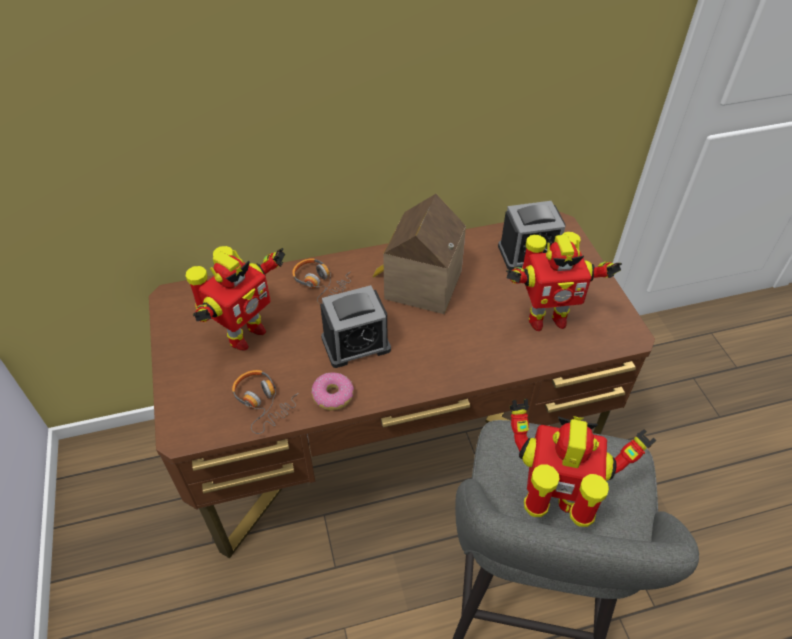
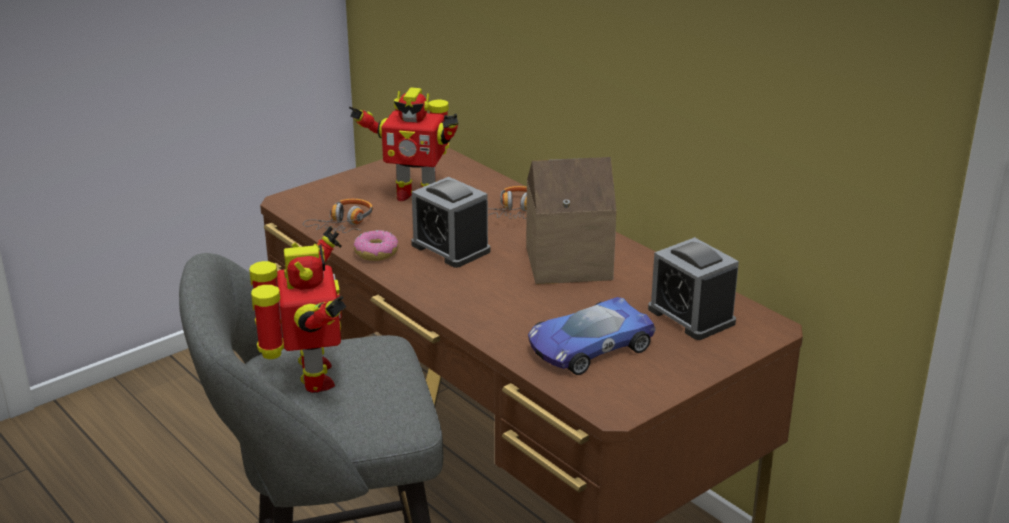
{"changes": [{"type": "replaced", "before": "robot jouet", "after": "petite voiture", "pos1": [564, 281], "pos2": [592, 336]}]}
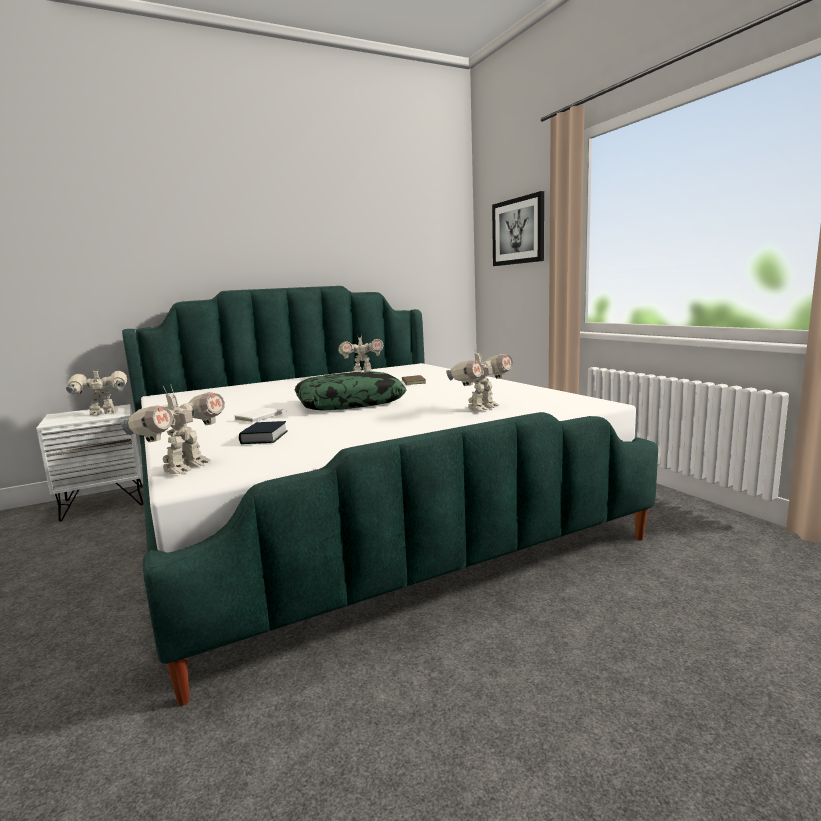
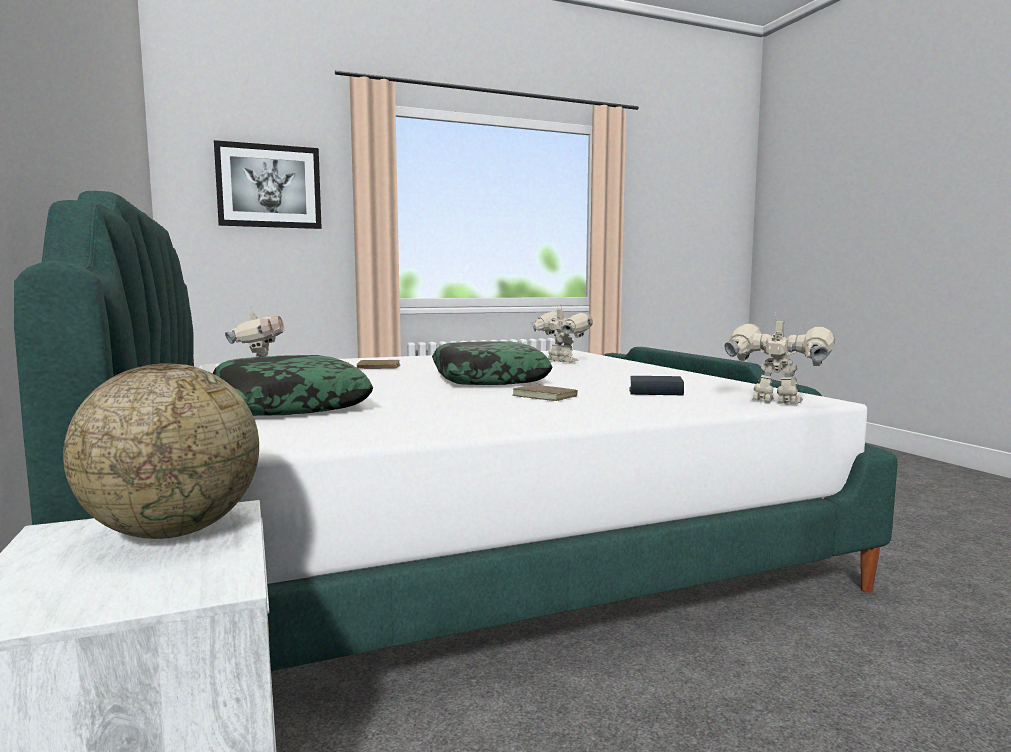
{"changes": [{"type": "added", "after": "coussin", "pos2": [292, 385]}, {"type": "replaced", "before": "robot jouet", "after": "globe", "pos1": [96, 390], "pos2": [161, 451]}, {"type": "recoloured", "before": "livre/blanc", "after": "livre/marron", "pos1": [260, 415], "pos2": [545, 392]}]}
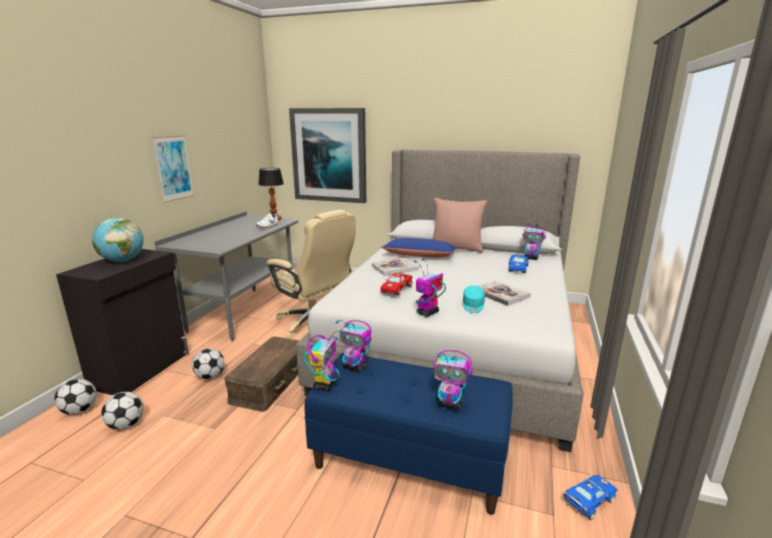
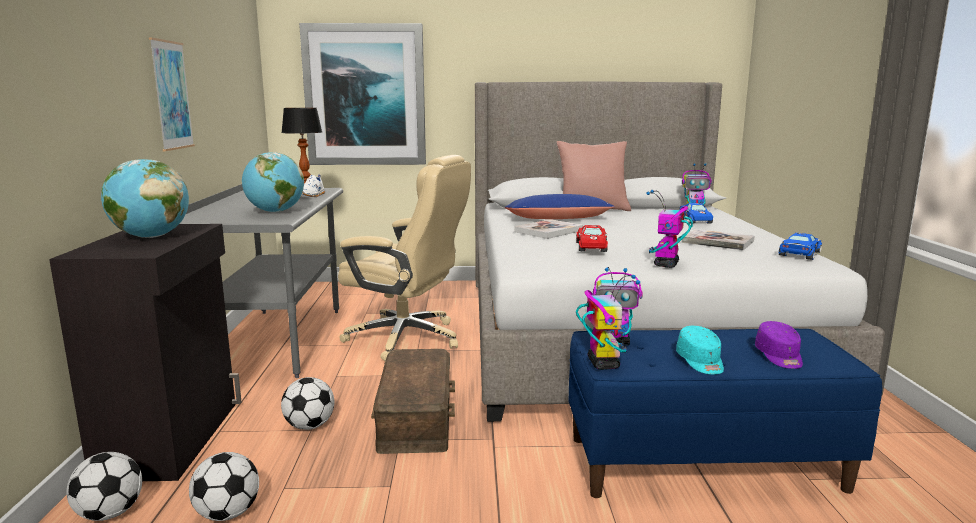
{"changes": [{"type": "added", "after": "globe", "pos2": [273, 182]}, {"type": "moved", "before": "casquette/turquoise", "pos1": [474, 299], "pos2": [700, 350]}, {"type": "moved", "before": "petite voiture/bleu", "pos1": [590, 497], "pos2": [800, 246]}, {"type": "replaced", "before": "robot jouet", "after": "casquette/violet", "pos1": [452, 380], "pos2": [779, 345]}]}
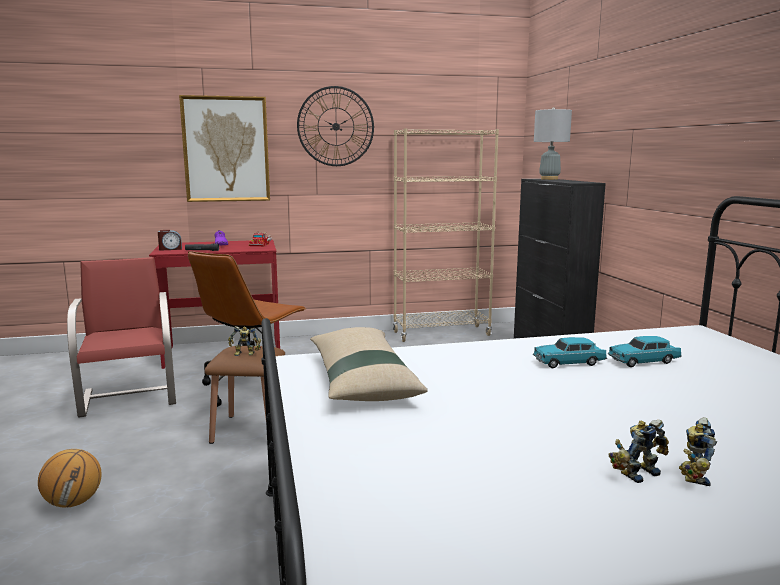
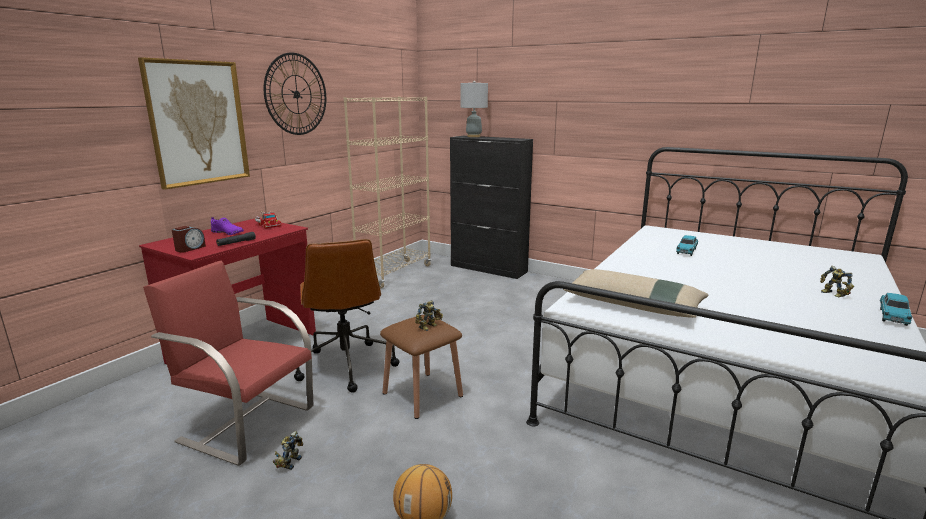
{"changes": [{"type": "moved", "before": "petite voiture/turquoise", "pos1": [570, 352], "pos2": [896, 309]}, {"type": "moved", "before": "robot jouet", "pos1": [638, 451], "pos2": [288, 450]}]}
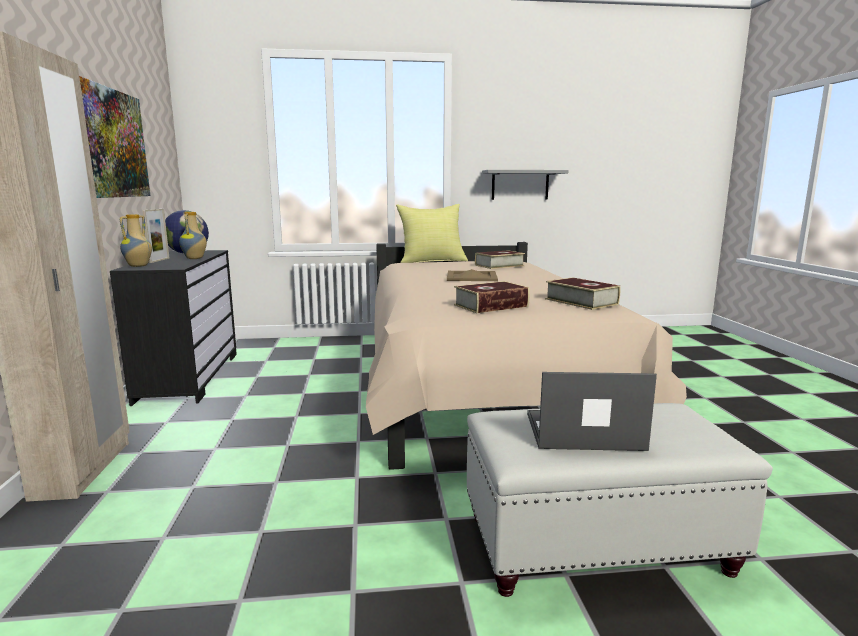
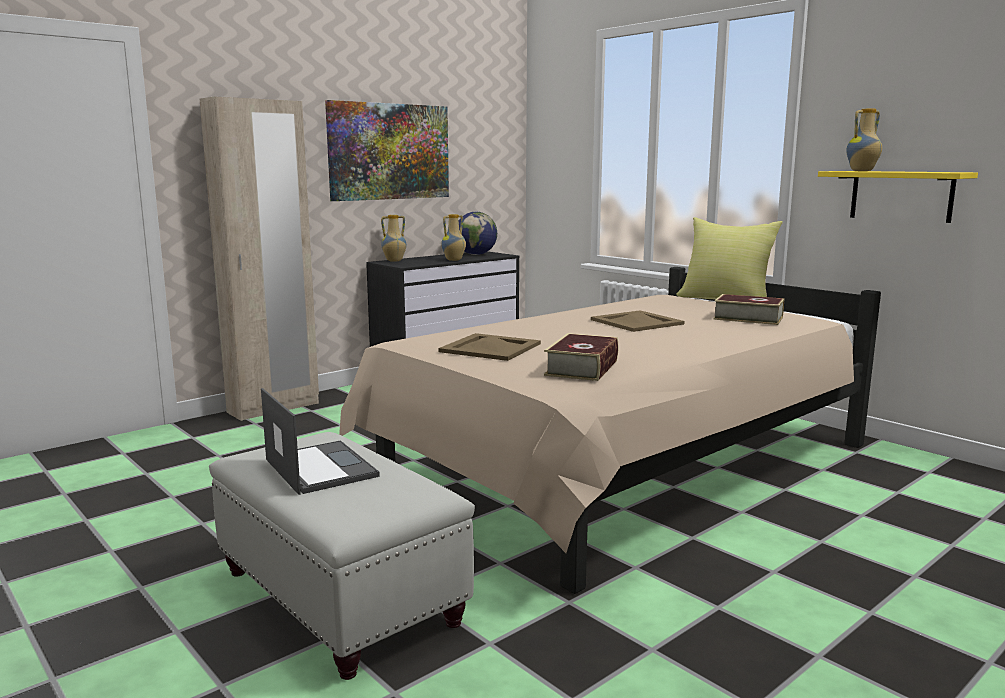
{"changes": [{"type": "removed", "before": "cadre photo", "pos1": [155, 236]}, {"type": "added", "after": "vase", "pos2": [864, 140]}, {"type": "replaced", "before": "livre", "after": "plateau/beige", "pos1": [492, 297], "pos2": [489, 347]}, {"type": "recoloured", "before": "étagère/gris", "after": "étagère/jaune", "pos1": [525, 185], "pos2": [898, 197]}]}
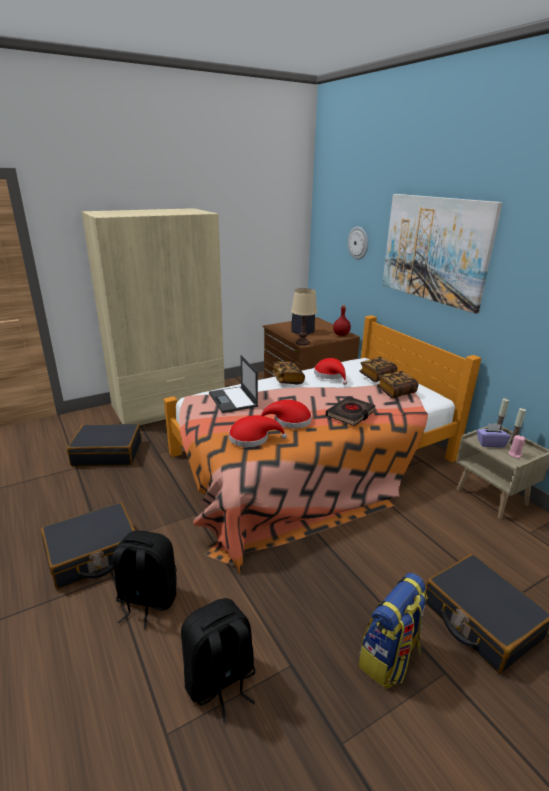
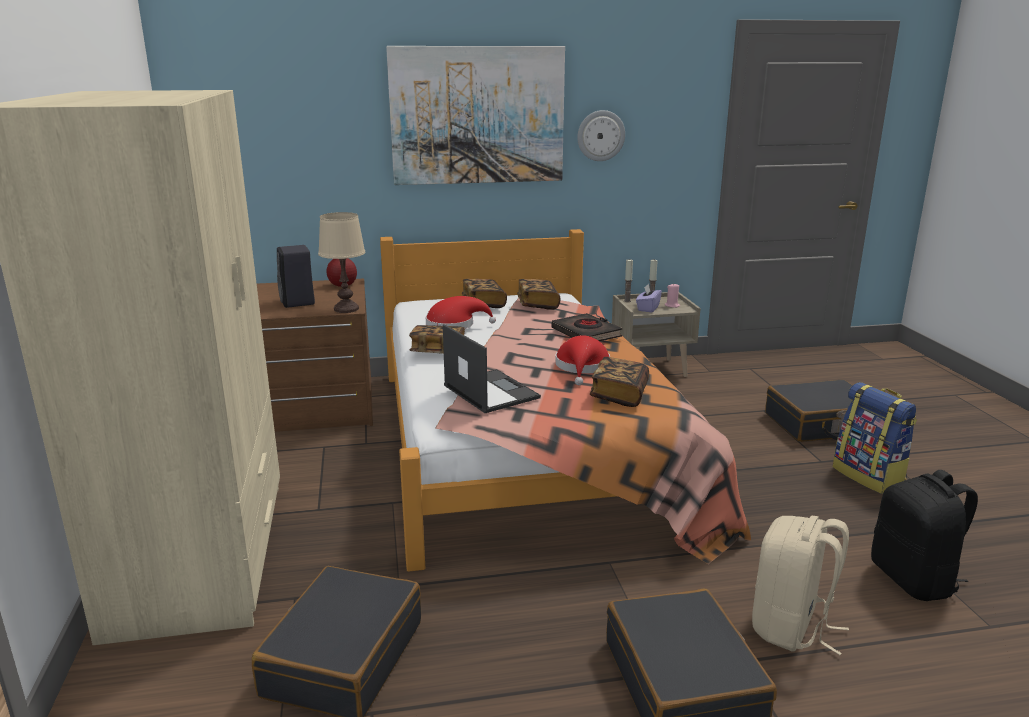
{"changes": [{"type": "moved", "before": "horloge murale", "pos1": [358, 243], "pos2": [601, 135]}, {"type": "replaced", "before": "chapeau/rouge", "after": "livre", "pos1": [258, 431], "pos2": [619, 382]}, {"type": "recoloured", "before": "sac à dos/noir", "after": "sac à dos/beige", "pos1": [144, 579], "pos2": [800, 585]}, {"type": "turned", "before": "ordinateur portable", "pos1": [233, 384], "pos2": [492, 368], "turn": -120}]}
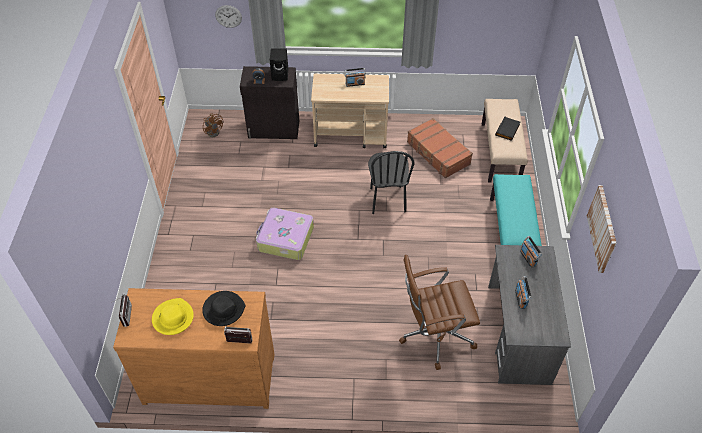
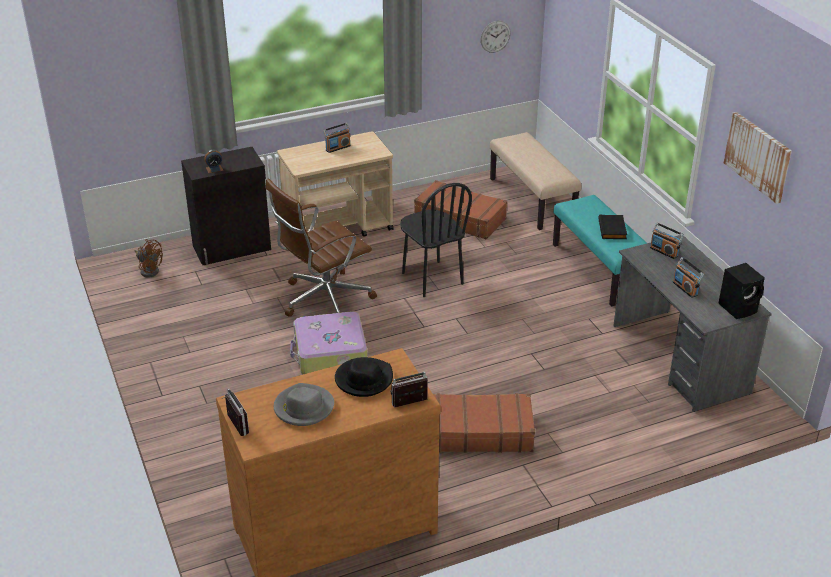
{"changes": [{"type": "added", "after": "valise/marron", "pos2": [484, 423]}, {"type": "moved", "before": "horloge murale", "pos1": [228, 16], "pos2": [495, 37]}, {"type": "moved", "before": "enceinte/noir", "pos1": [279, 65], "pos2": [741, 291]}, {"type": "moved", "before": "chaise de bureau/marron", "pos1": [439, 312], "pos2": [321, 247]}, {"type": "moved", "before": "livre/noir", "pos1": [507, 129], "pos2": [612, 226]}, {"type": "recoloured", "before": "chapeau/jaune", "after": "chapeau/gris", "pos1": [173, 316], "pos2": [304, 404]}]}
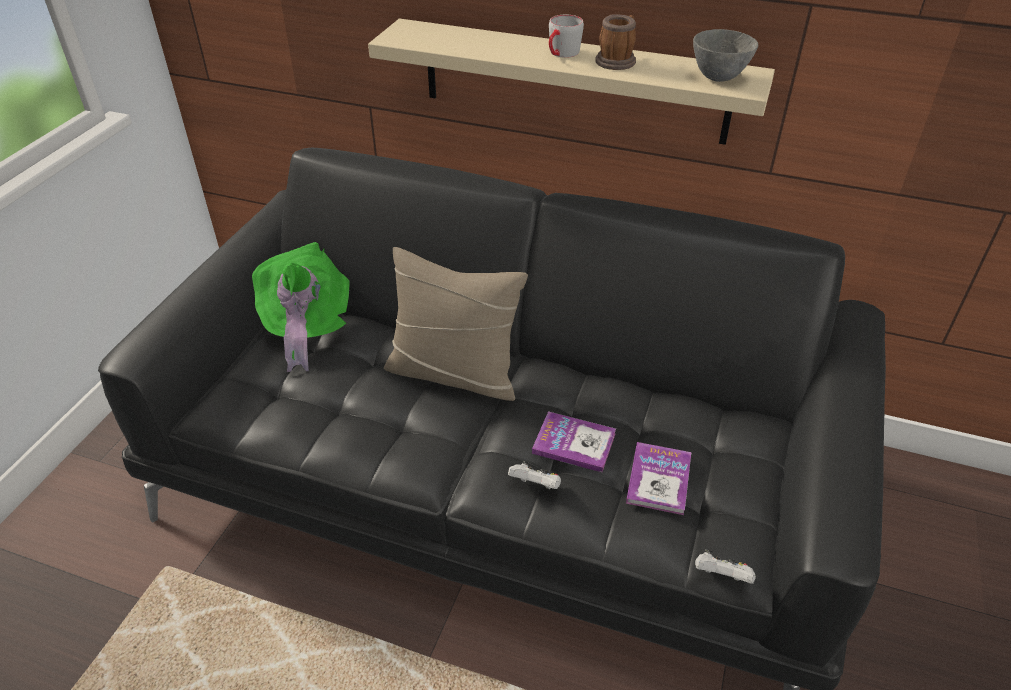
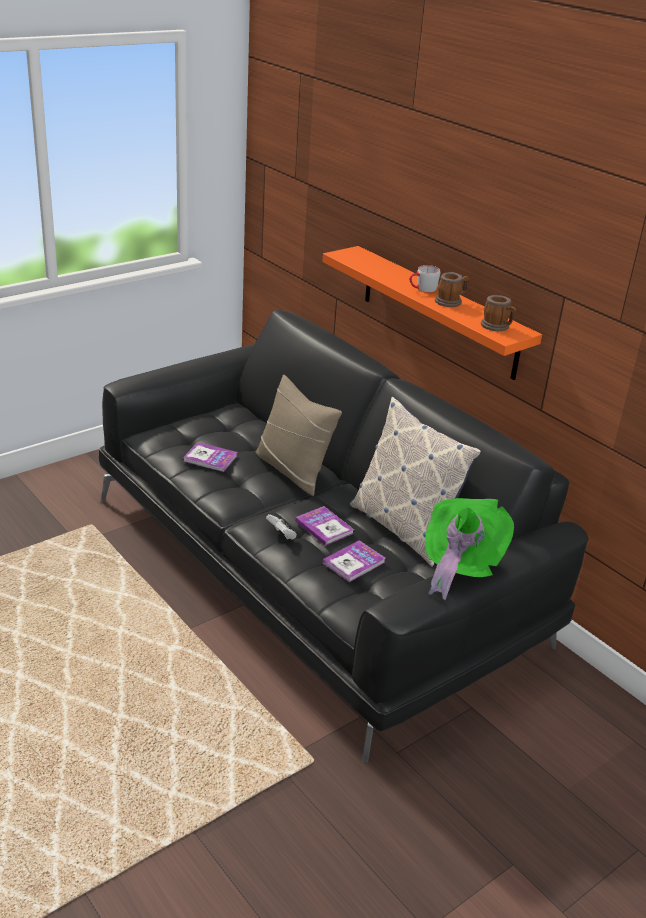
{"changes": [{"type": "removed", "before": "manette/blanc", "pos1": [725, 567]}, {"type": "added", "after": "livre", "pos2": [210, 457]}, {"type": "added", "after": "coussin", "pos2": [415, 482]}, {"type": "moved", "before": "chapeau/vert", "pos1": [301, 307], "pos2": [470, 549]}, {"type": "replaced", "before": "bol/gris", "after": "mug", "pos1": [725, 55], "pos2": [498, 313]}, {"type": "recoloured", "before": "étagère/beige", "after": "étagère/orange", "pos1": [571, 82], "pos2": [432, 313]}]}
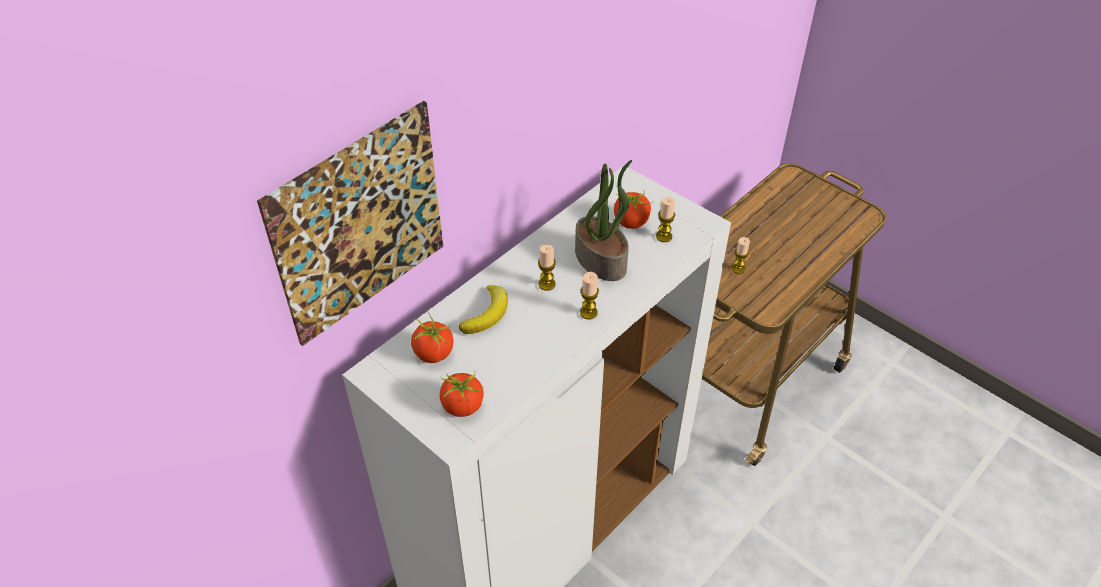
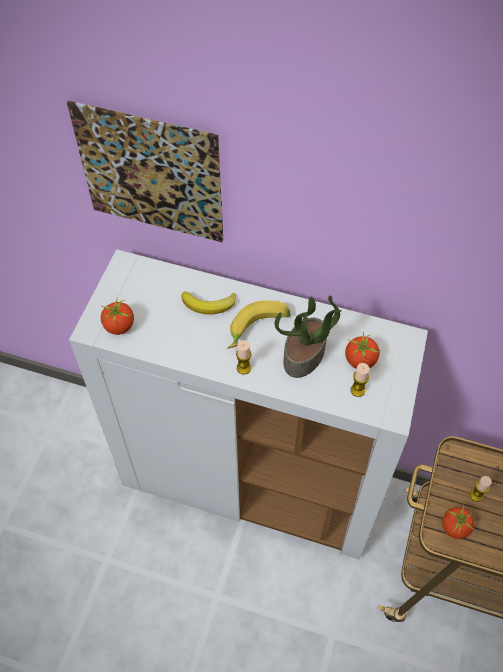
{"changes": [{"type": "moved", "before": "tomate", "pos1": [432, 337], "pos2": [458, 521]}, {"type": "replaced", "before": "bougie", "after": "banane", "pos1": [547, 267], "pos2": [259, 325]}]}
